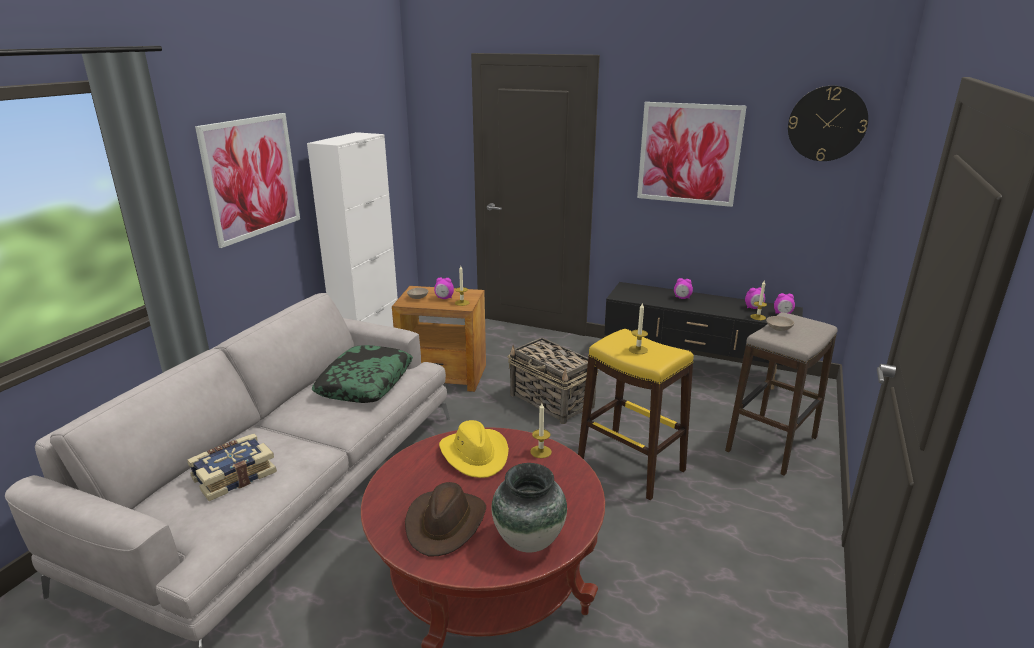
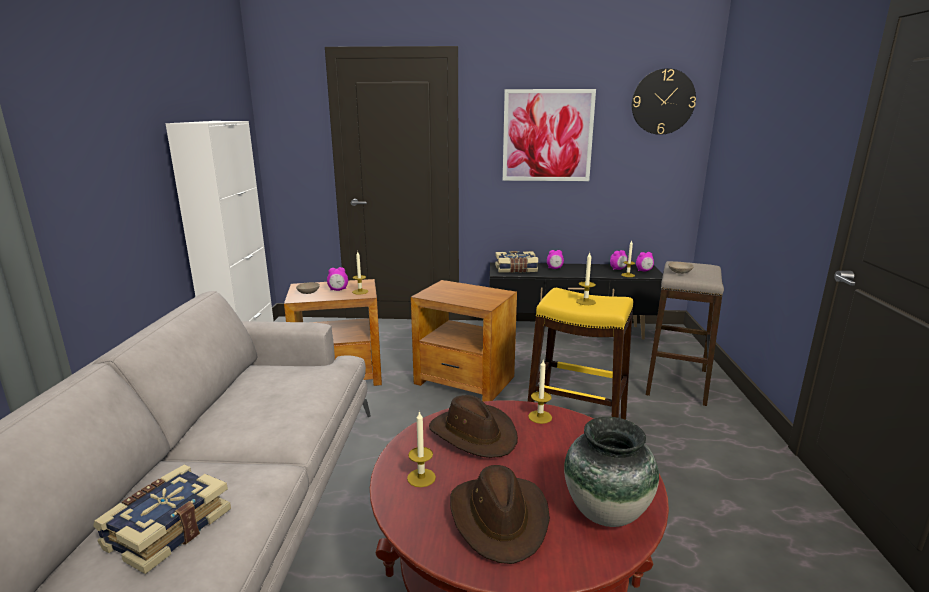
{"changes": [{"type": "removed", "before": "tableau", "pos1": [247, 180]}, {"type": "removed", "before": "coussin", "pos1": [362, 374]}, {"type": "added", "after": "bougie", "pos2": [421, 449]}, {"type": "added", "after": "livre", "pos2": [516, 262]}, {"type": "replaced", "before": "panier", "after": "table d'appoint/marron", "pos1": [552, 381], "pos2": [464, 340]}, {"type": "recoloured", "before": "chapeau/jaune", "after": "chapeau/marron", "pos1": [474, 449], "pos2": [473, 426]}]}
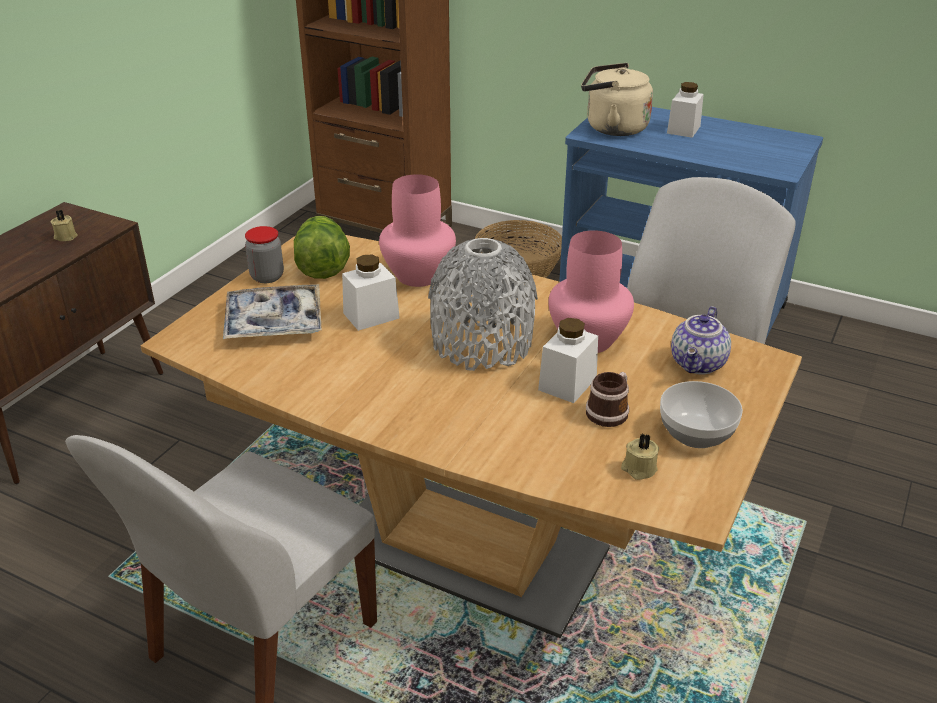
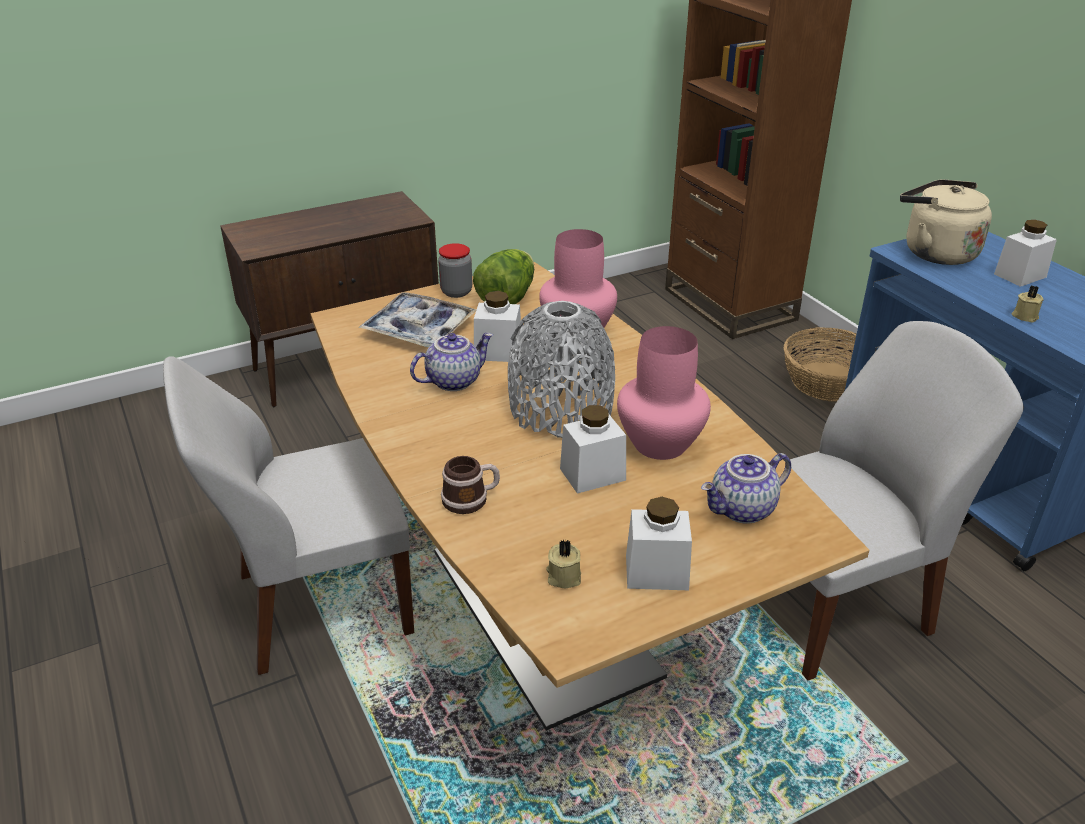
{"changes": [{"type": "added", "after": "théière", "pos2": [451, 362]}, {"type": "moved", "before": "bougie/beige", "pos1": [64, 225], "pos2": [1027, 303]}, {"type": "moved", "before": "mug", "pos1": [607, 399], "pos2": [470, 485]}, {"type": "replaced", "before": "bol", "after": "bocal/blanc", "pos1": [701, 414], "pos2": [659, 543]}]}
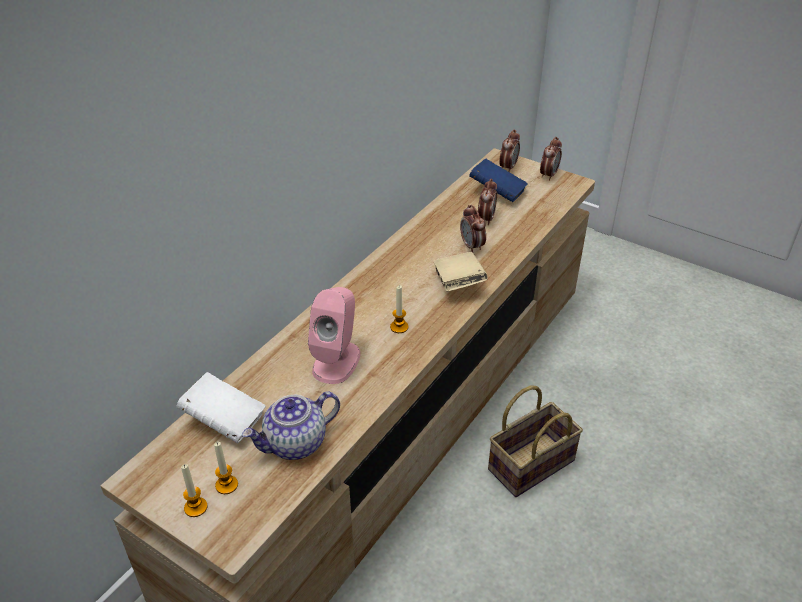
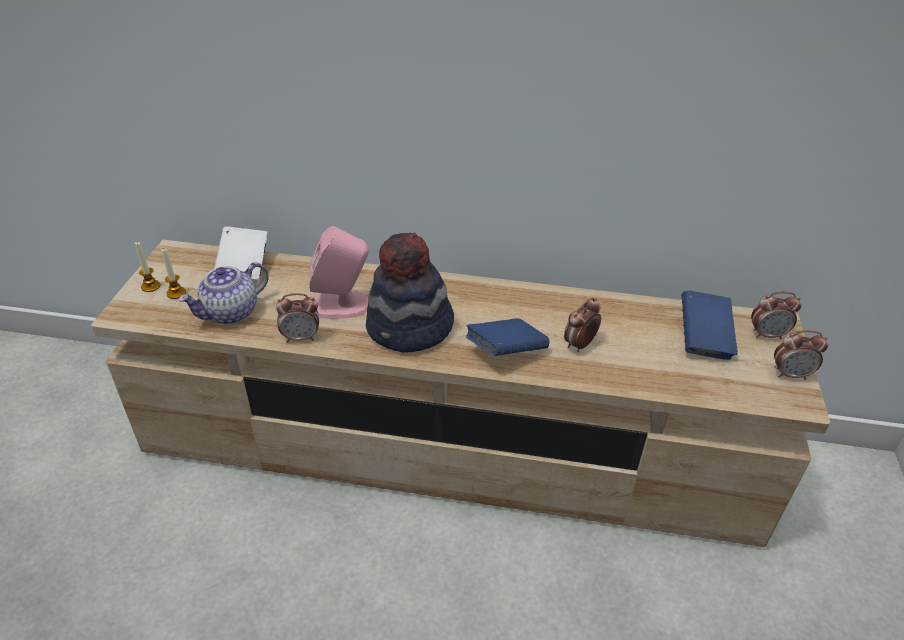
{"changes": [{"type": "removed", "before": "panier", "pos1": [535, 441]}, {"type": "moved", "before": "réveil", "pos1": [487, 202], "pos2": [297, 317]}, {"type": "replaced", "before": "bougie", "after": "chapeau", "pos1": [399, 309], "pos2": [410, 293]}, {"type": "recoloured", "before": "livre/beige", "after": "livre/bleu", "pos1": [461, 272], "pos2": [507, 337]}, {"type": "turned", "before": "théière", "pos1": [291, 426], "pos2": [223, 293], "turn": -75}]}
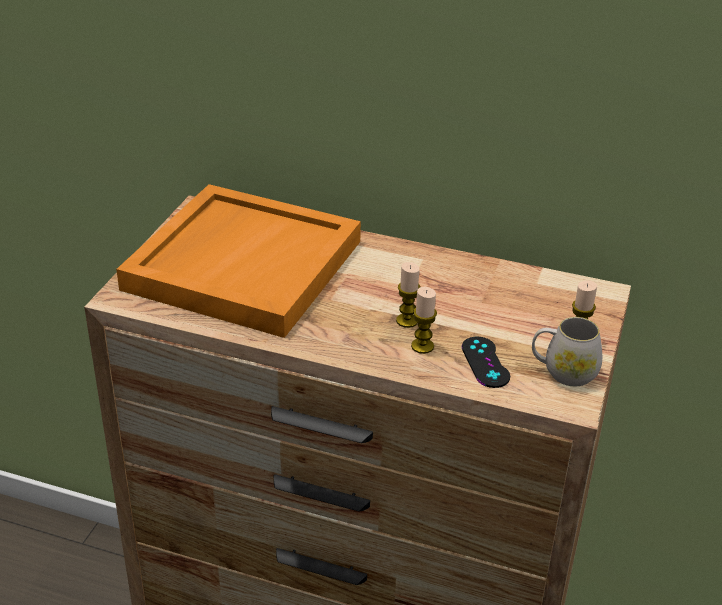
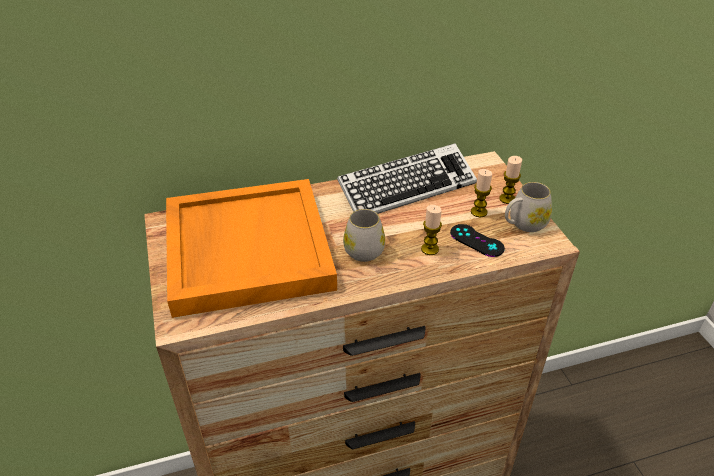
{"changes": [{"type": "added", "after": "clavier", "pos2": [407, 178]}, {"type": "added", "after": "mug/blanc", "pos2": [364, 234]}, {"type": "moved", "before": "bougie", "pos1": [408, 295], "pos2": [481, 193]}]}
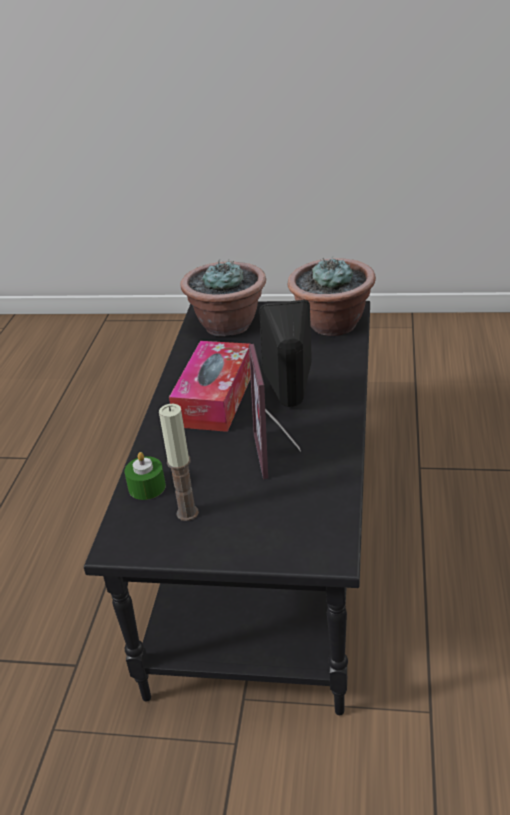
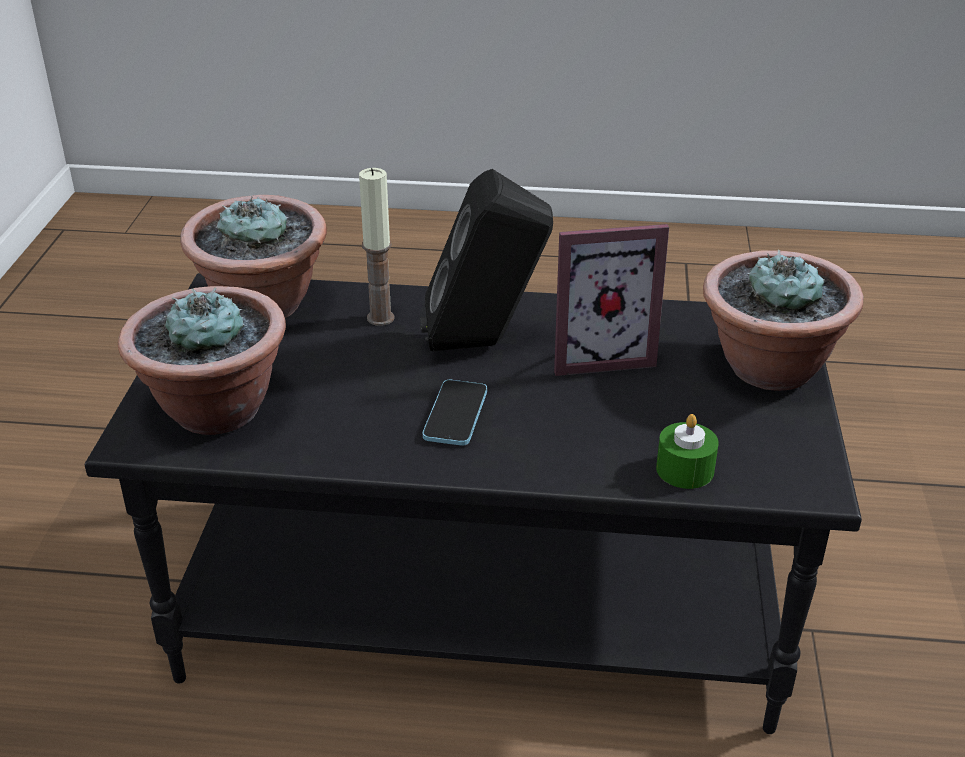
{"changes": [{"type": "added", "after": "plante en pot", "pos2": [783, 320]}, {"type": "moved", "before": "bougie", "pos1": [179, 462], "pos2": [377, 247]}, {"type": "replaced", "before": "boîte à mouchoirs", "after": "téléphone", "pos1": [210, 386], "pos2": [455, 413]}]}
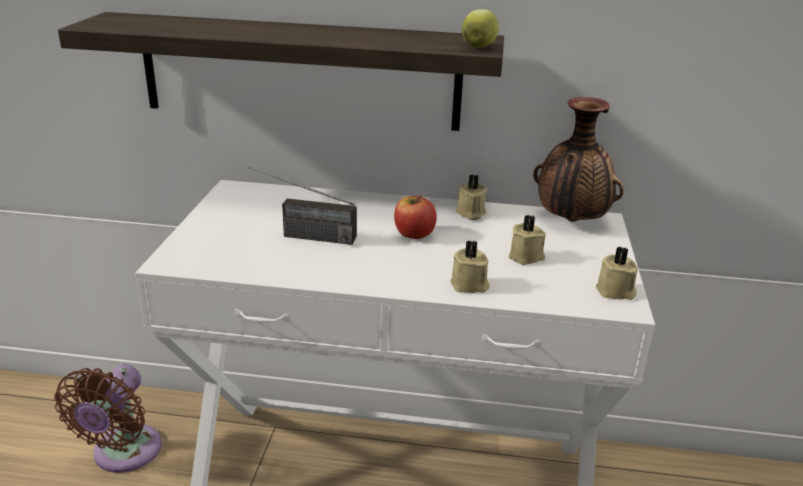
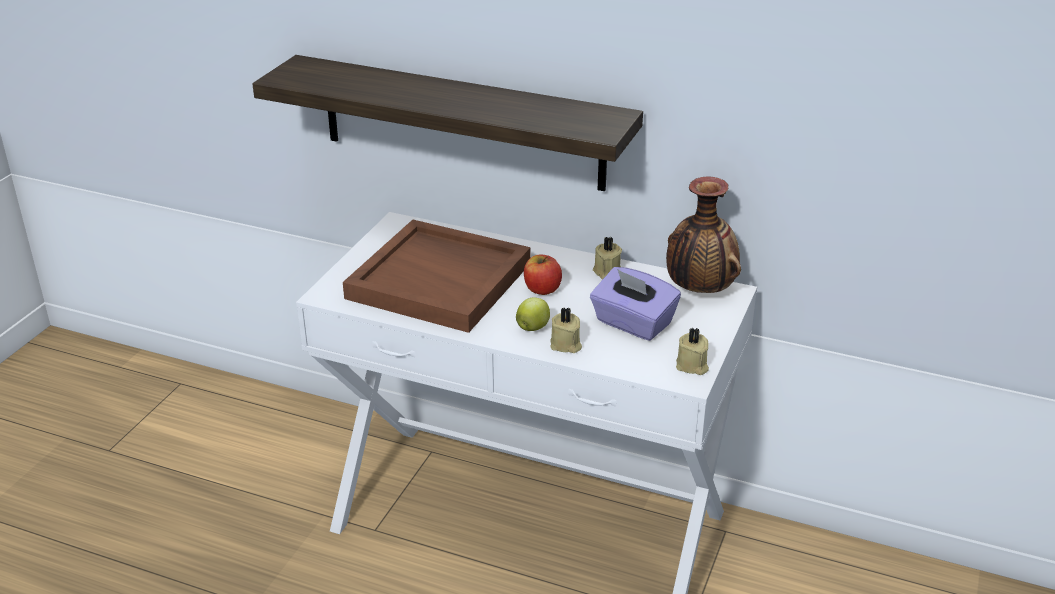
{"changes": [{"type": "removed", "before": "ventilateur/marron", "pos1": [108, 419]}, {"type": "moved", "before": "pomme", "pos1": [480, 28], "pos2": [533, 314]}, {"type": "replaced", "before": "radio", "after": "plateau/marron", "pos1": [302, 206], "pos2": [437, 276]}, {"type": "replaced", "before": "bougie/beige", "after": "boîte à mouchoirs/violet", "pos1": [527, 240], "pos2": [635, 304]}]}
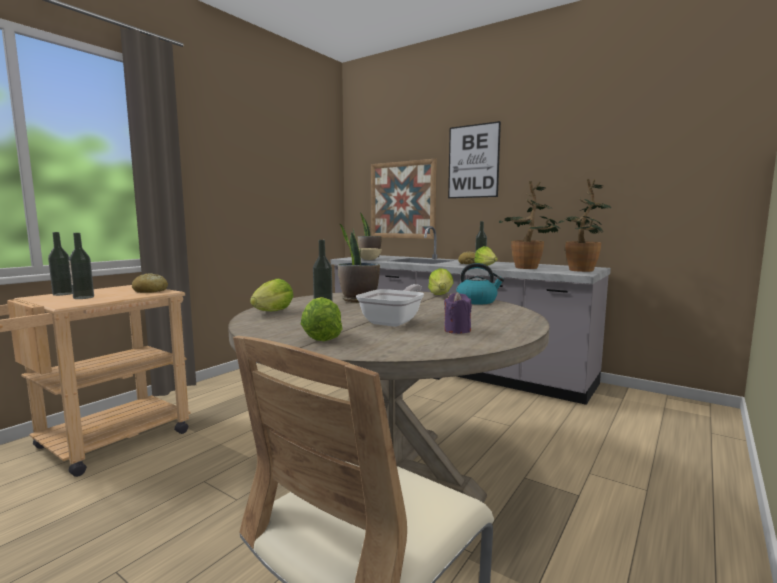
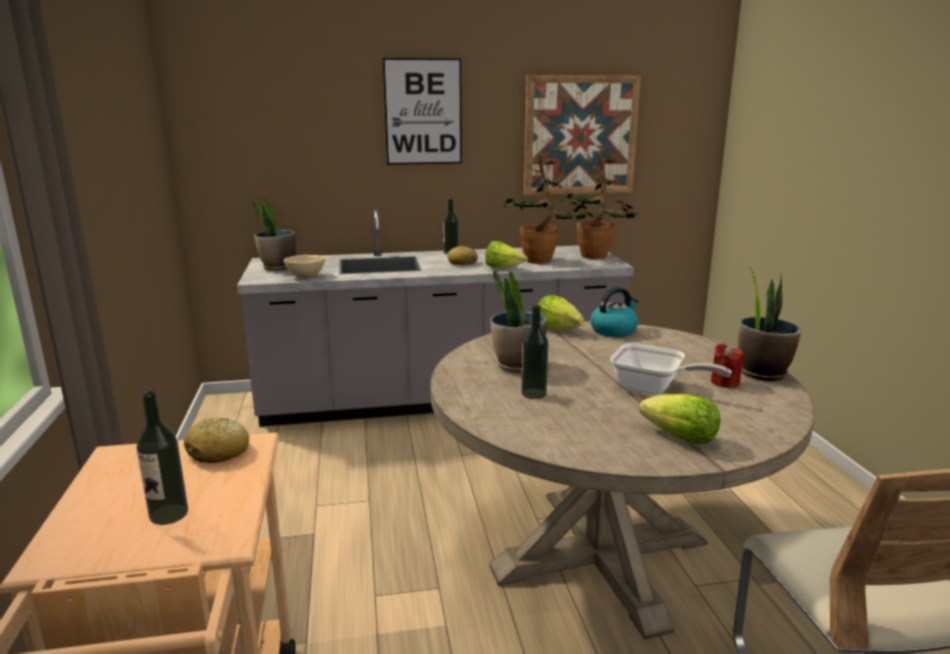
{"changes": [{"type": "removed", "before": "bouteille", "pos1": [60, 264]}, {"type": "removed", "before": "laitue", "pos1": [272, 295]}, {"type": "added", "after": "plante en pot", "pos2": [769, 324]}, {"type": "moved", "before": "tableau", "pos1": [404, 199], "pos2": [582, 135]}, {"type": "recoloured", "before": "bougie/violet", "after": "bougie/rouge", "pos1": [458, 313], "pos2": [727, 366]}, {"type": "turned", "before": "poêle", "pos1": [390, 305], "pos2": [671, 369], "turn": 135}]}
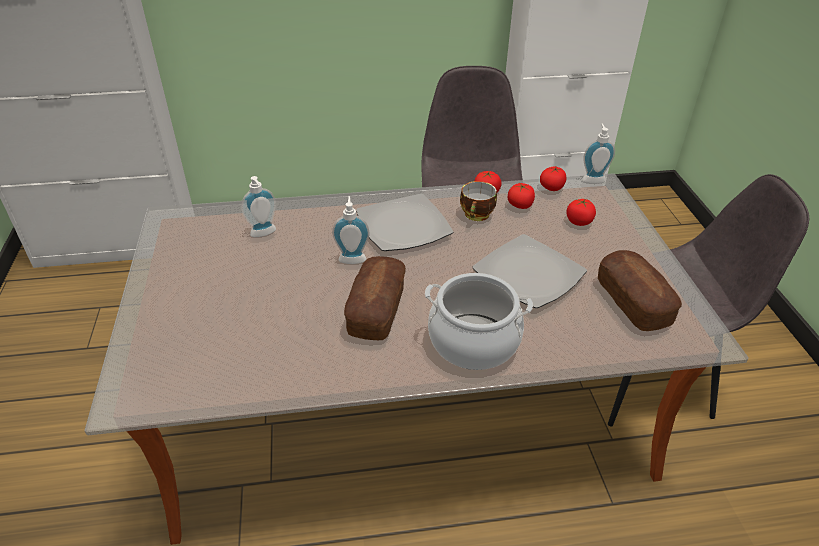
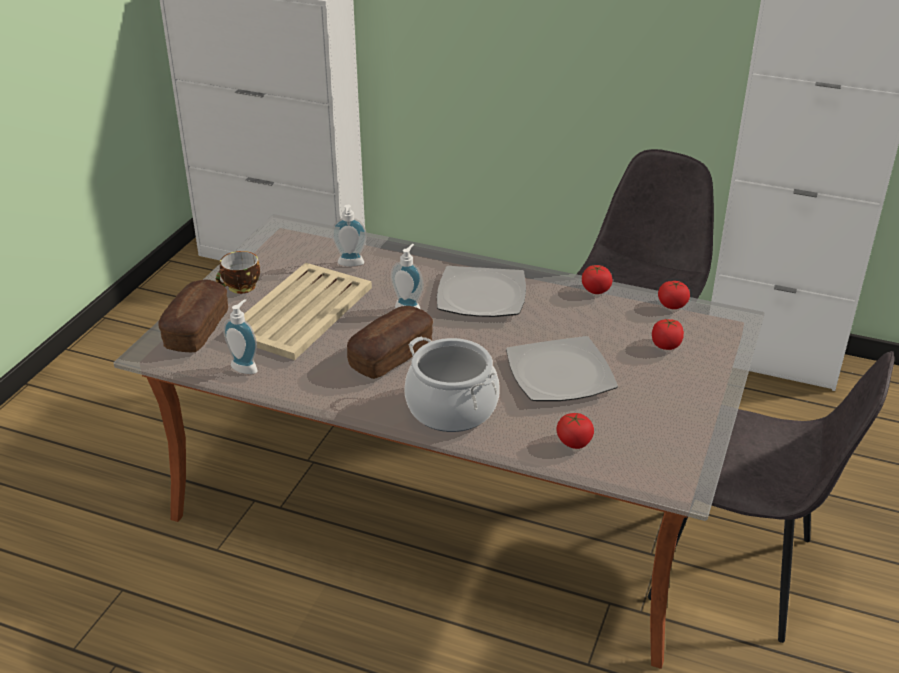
{"changes": [{"type": "added", "after": "plateau/beige", "pos2": [308, 311]}, {"type": "moved", "before": "tasse", "pos1": [478, 201], "pos2": [238, 272]}, {"type": "moved", "before": "tomate", "pos1": [521, 196], "pos2": [575, 431]}, {"type": "moved", "before": "distributeur de savon", "pos1": [598, 153], "pos2": [241, 336]}, {"type": "moved", "before": "pain", "pos1": [640, 290], "pos2": [193, 316]}]}
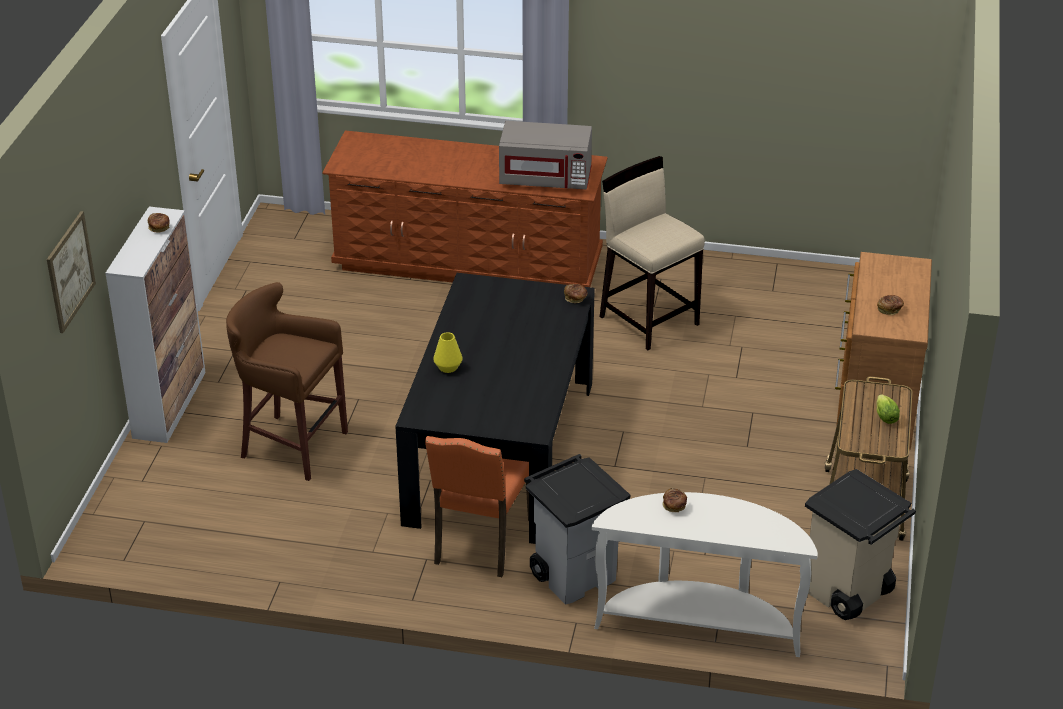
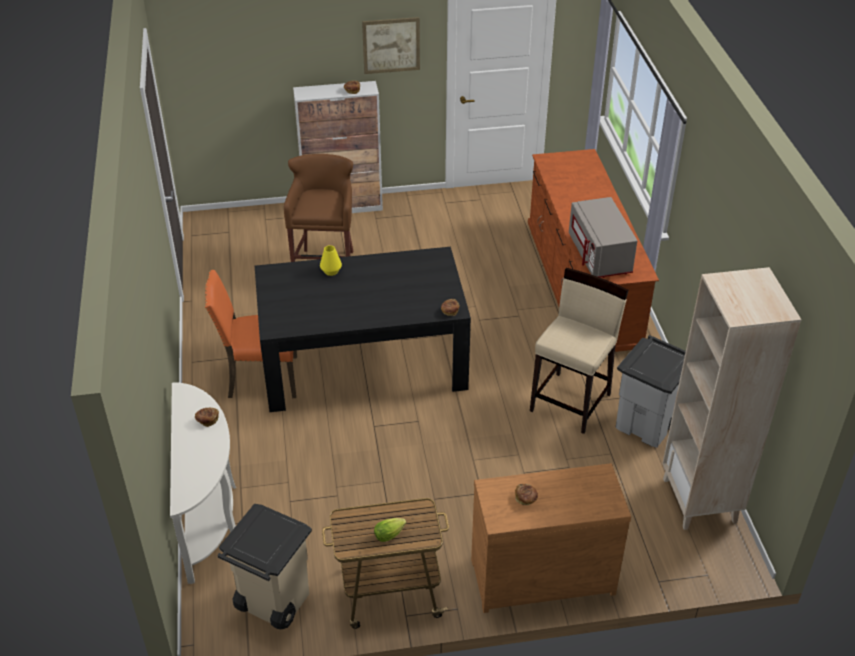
{"changes": [{"type": "added", "after": "bibliothèque/beige", "pos2": [731, 398]}, {"type": "moved", "before": "tableau", "pos1": [71, 272], "pos2": [391, 45]}, {"type": "moved", "before": "poubelle/gris", "pos1": [577, 529], "pos2": [650, 391]}]}
